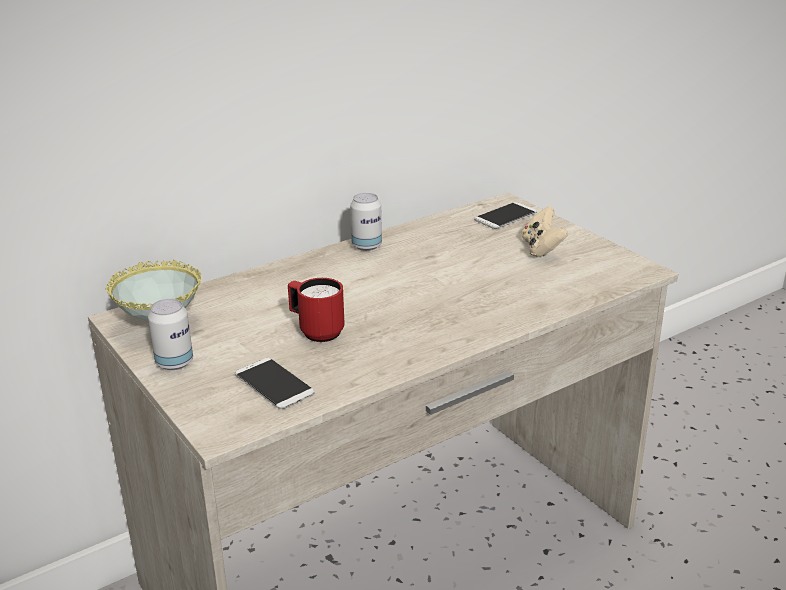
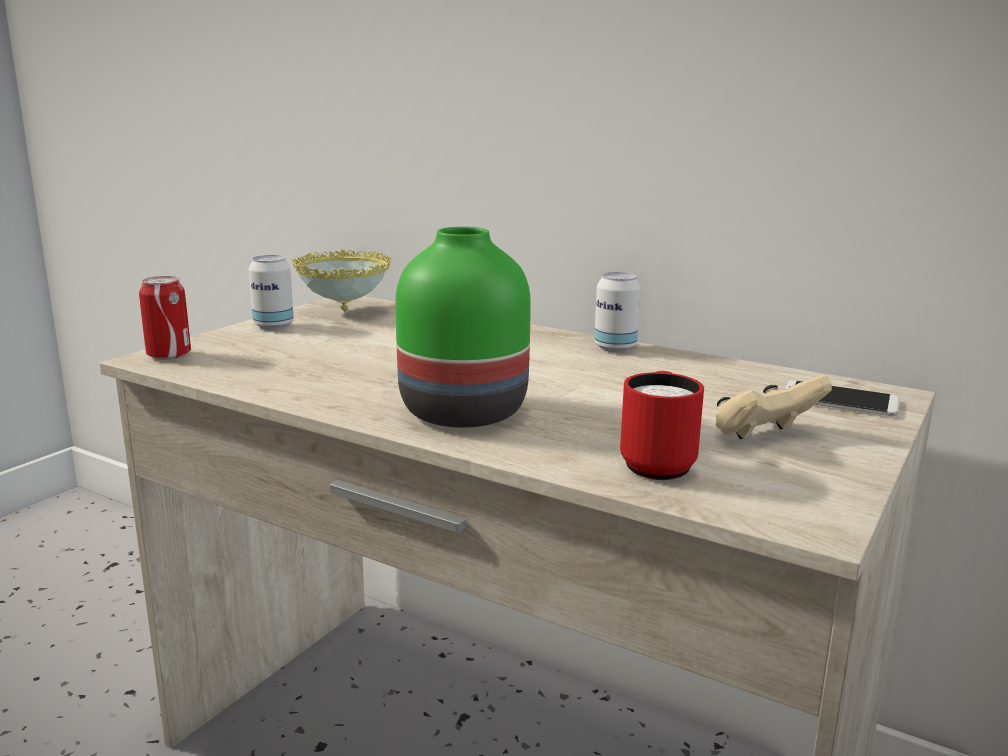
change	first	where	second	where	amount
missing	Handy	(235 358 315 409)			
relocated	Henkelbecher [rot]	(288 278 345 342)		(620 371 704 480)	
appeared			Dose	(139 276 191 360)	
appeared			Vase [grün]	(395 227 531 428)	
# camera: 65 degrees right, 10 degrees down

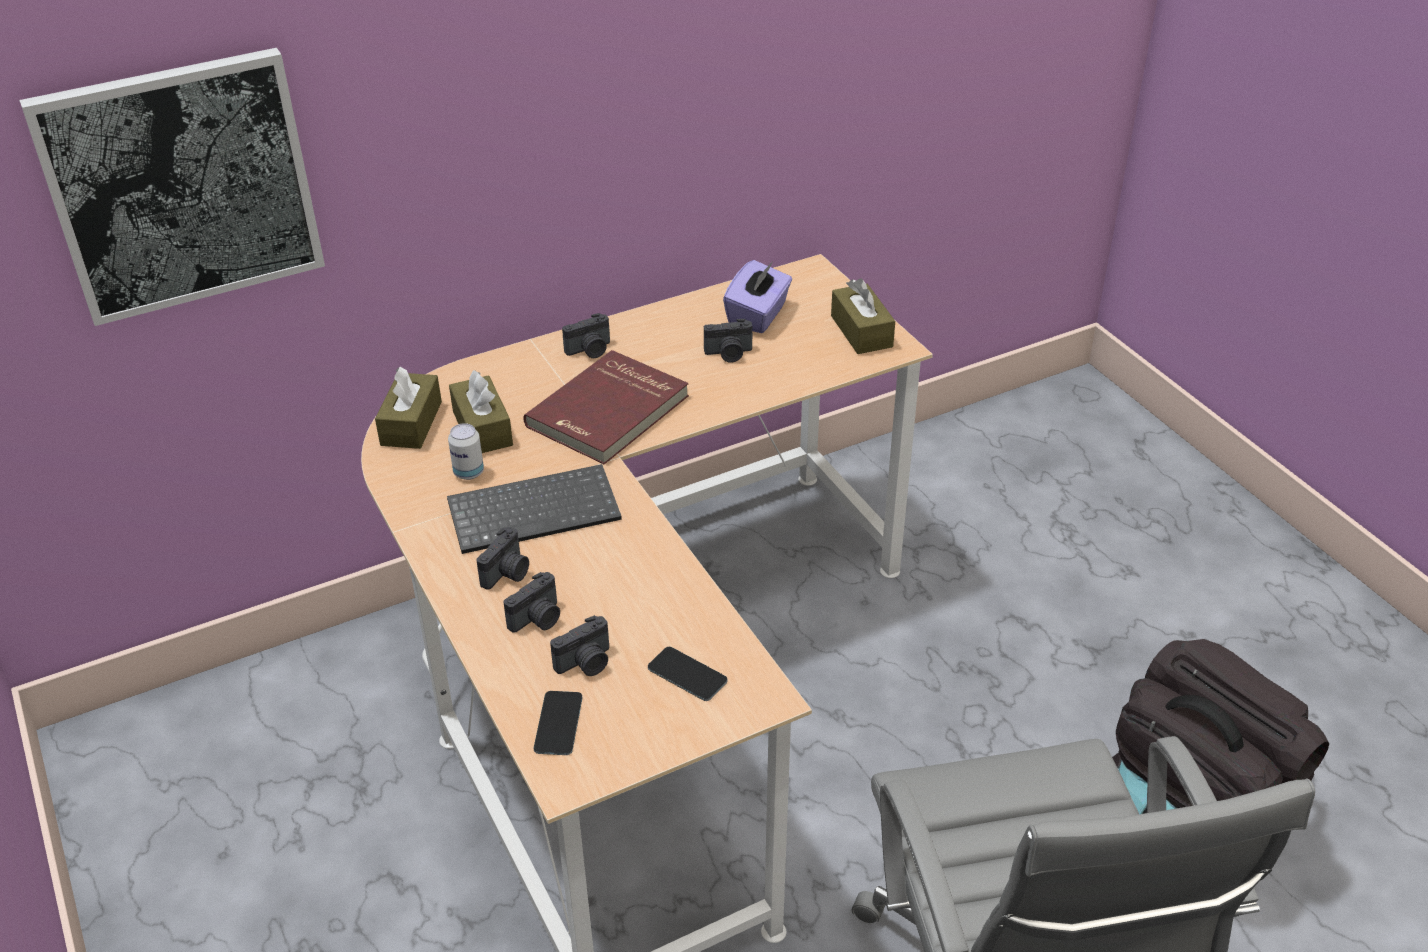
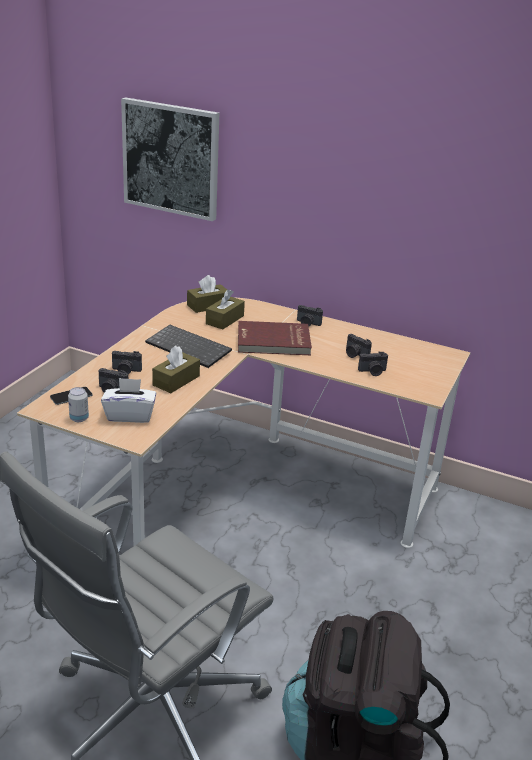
change	first	where	second	where	amount
relocated	Dose	(448 423 484 480)		(68 387 89 422)	
relocated	Kamera	(476 527 529 590)		(358 352 388 376)	
exchanged	Handy	(648 647 727 701)	Taschentuchbox [weiß]	(101 378 156 423)	
missing	Taschentuchbox [lila]	(723 260 792 333)			
relocated	Taschentuchbox [braun]	(831 278 895 354)		(152 346 200 393)	
# camera: 50 degrees right, 10 degrees down

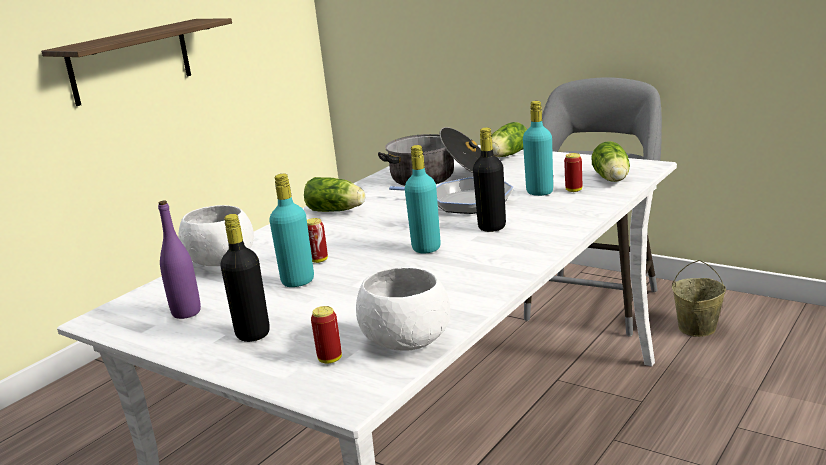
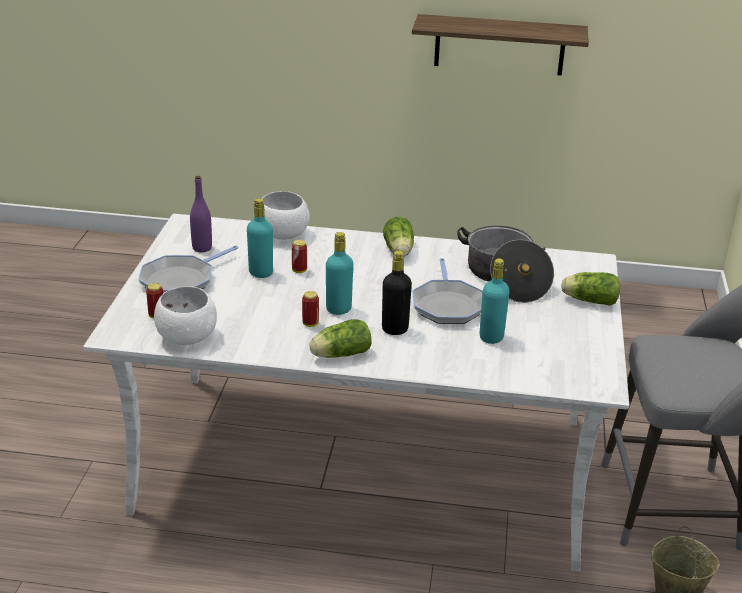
change	first	where	second	where	amount
exchanged	Flasche [schwarz]	(220 214 270 342)	Pfanne	(138 246 238 293)	
relocated	Dose	(564 153 582 192)		(302 291 319 327)	
relocated	Salatkopf	(592 141 630 182)		(309 319 372 358)	
# camera: 60 degrees right, 10 degrees up

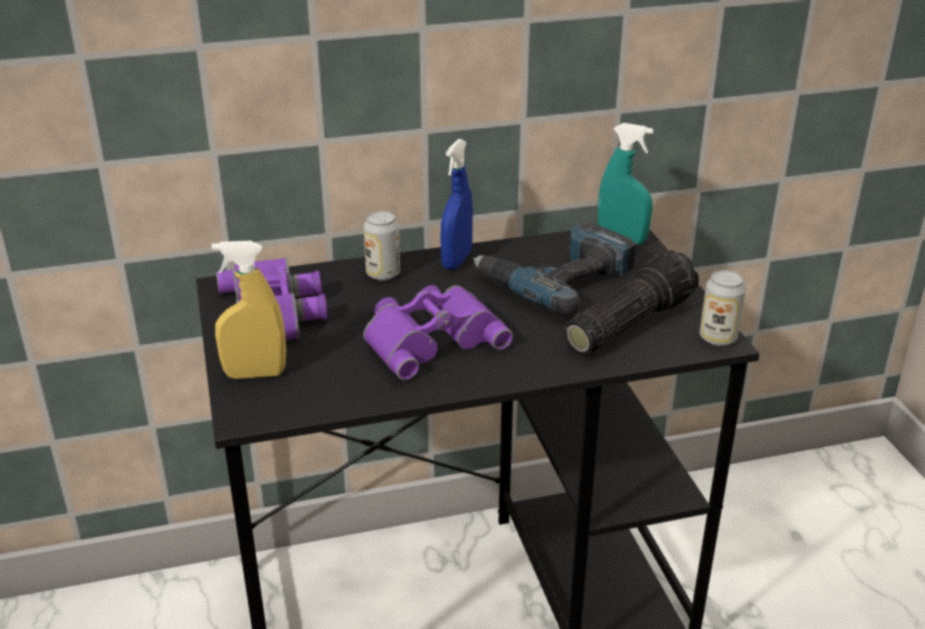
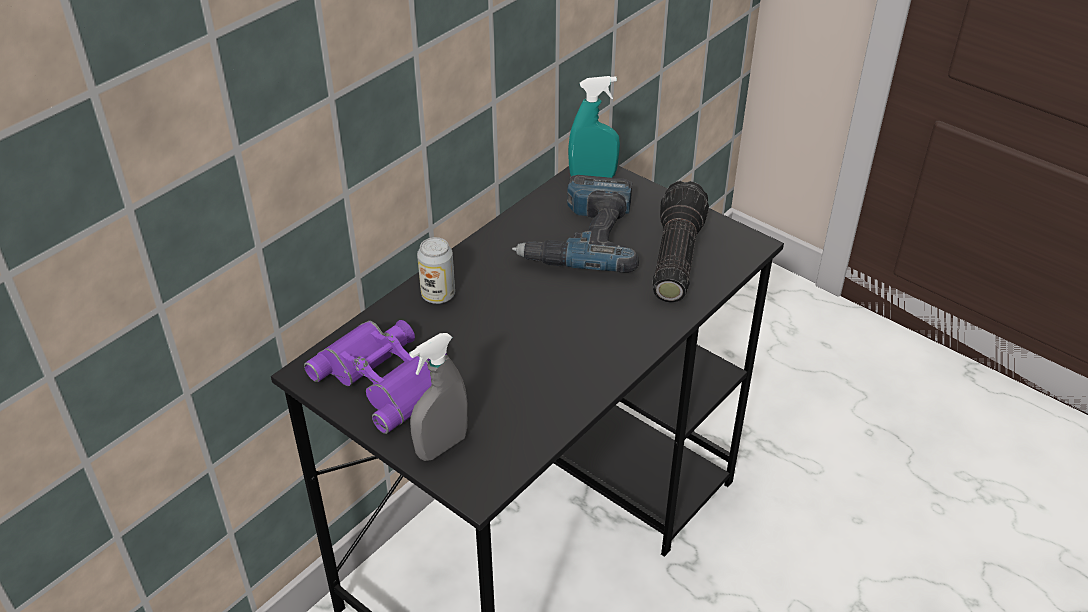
change	first	where	second	where	amount
colour	Sprühflasche [gelb]	(212 241 286 379)	Sprühflasche [grau]	(409 333 468 461)	
missing	Fernglas [lila]	(363 285 513 380)			
missing	Sprühflasche [blau]	(440 139 473 270)			
missing	Dose	(700 270 746 346)			
# camera: 35 degrees left, 10 degrees up

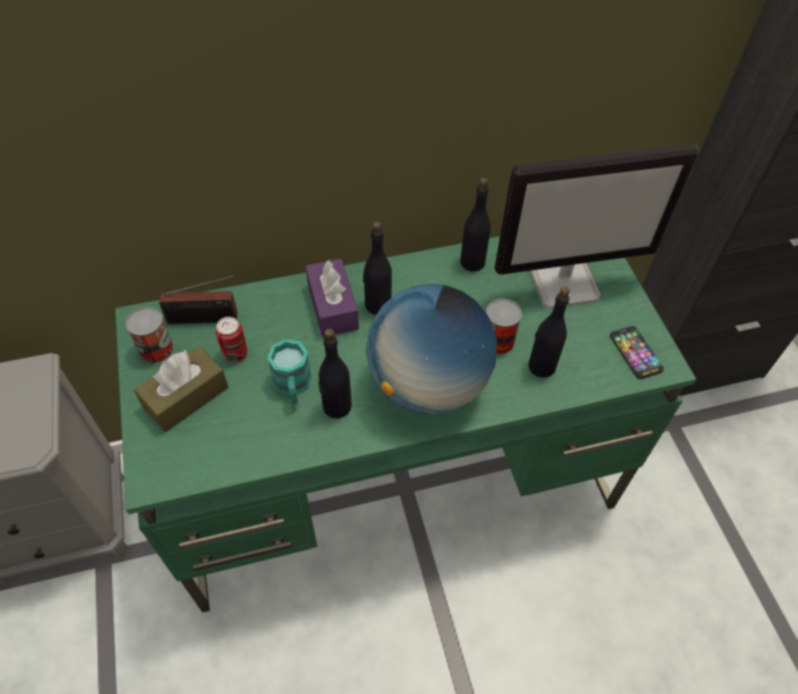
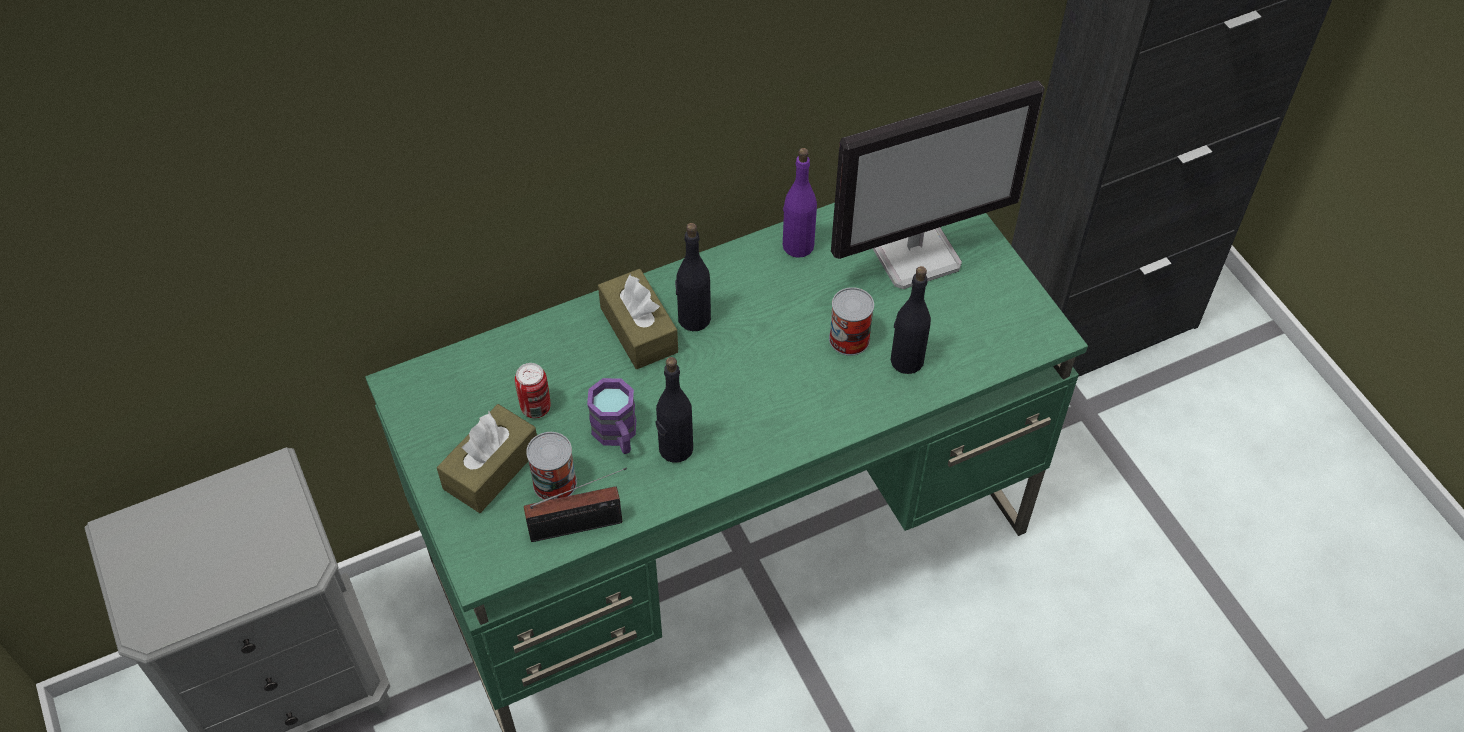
change	first	where	second	where	amount
relocated	Dose	(125 307 174 364)		(526 432 577 500)	
relocated	Radio	(159 275 238 324)		(524 468 627 542)	
colour	Henkelbecher [türkis]	(267 339 312 404)	Henkelbecher [lila]	(587 378 636 454)	
colour	Taschentuchbox [lila]	(305 259 359 337)	Taschentuchbox [braun]	(598 269 678 369)	
missing	Globus	(366 284 497 415)			
colour	Flasche [schwarz]	(460 178 491 272)	Flasche [lila]	(783 148 817 258)	
missing	Handy	(610 326 664 379)			
# camera: 10 degrees left, 0 degrees up

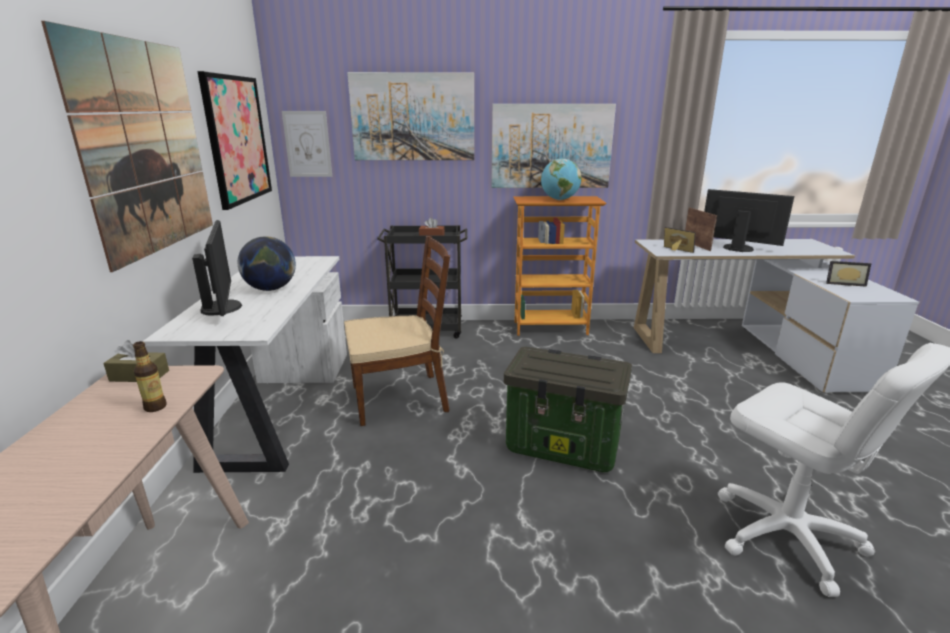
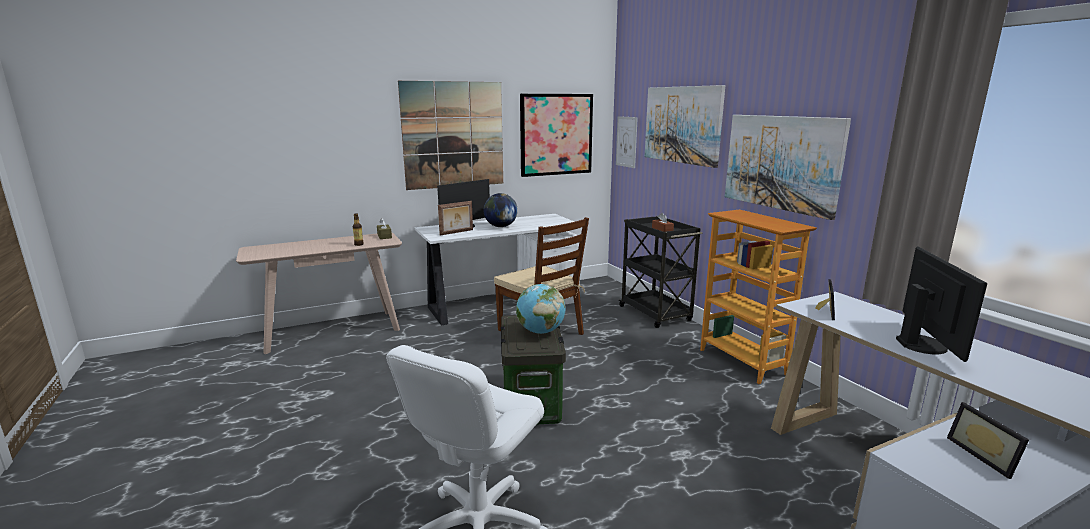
change	first	where	second	where	amount
relocated	Globus	(541 159 582 200)		(516 284 566 334)	
relocated	Bilderrahmen	(685 207 717 251)		(438 201 473 236)	
# camera: 65 degrees right, 5 degrees down

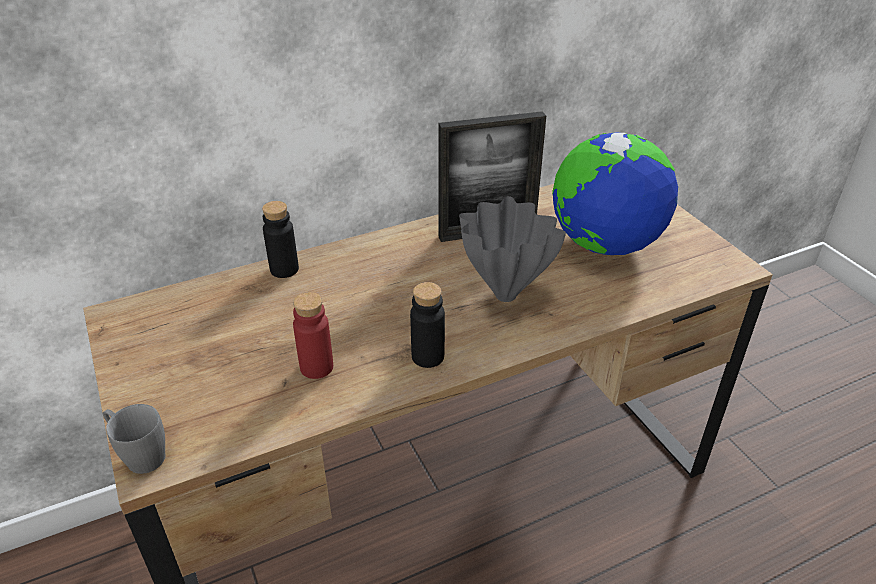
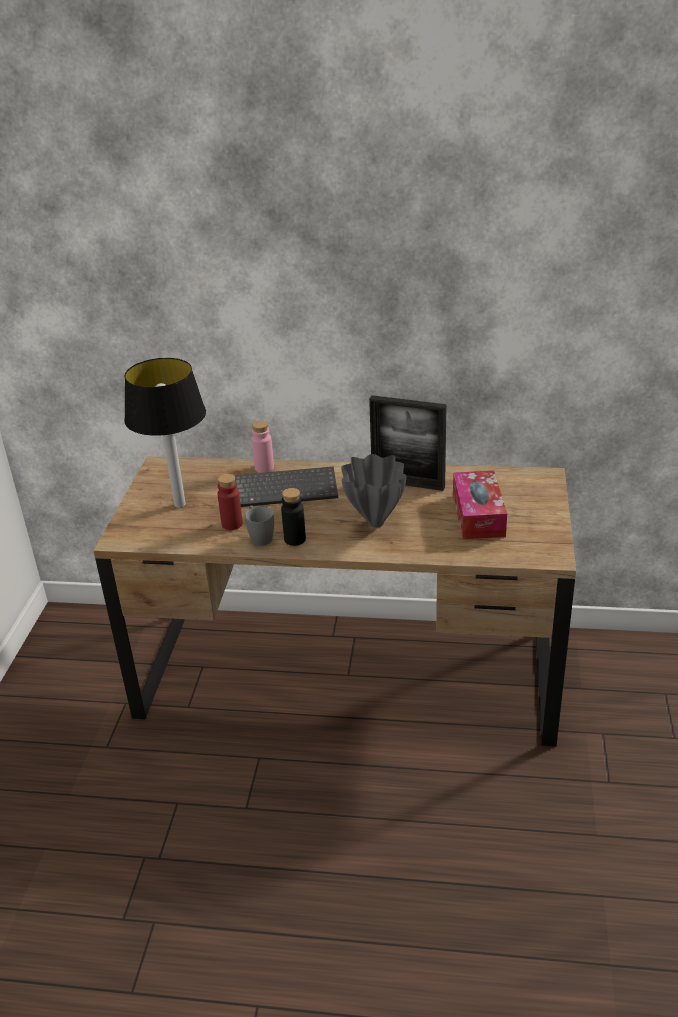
change	first	where	second	where	amount
relocated	Henkelbecher [grau]	(103 404 166 474)		(245 505 274 546)	
colour	Flasche [schwarz]	(262 201 299 278)	Flasche [rosa]	(252 421 274 473)	
exchanged	Globus	(552 132 678 255)	Taschentuchbox	(453 470 507 539)	
appeared			Tischlampe	(124 358 206 508)	
appeared			Tastatur	(235 466 338 507)	
# camera: 35 degrees right, 5 degrees down

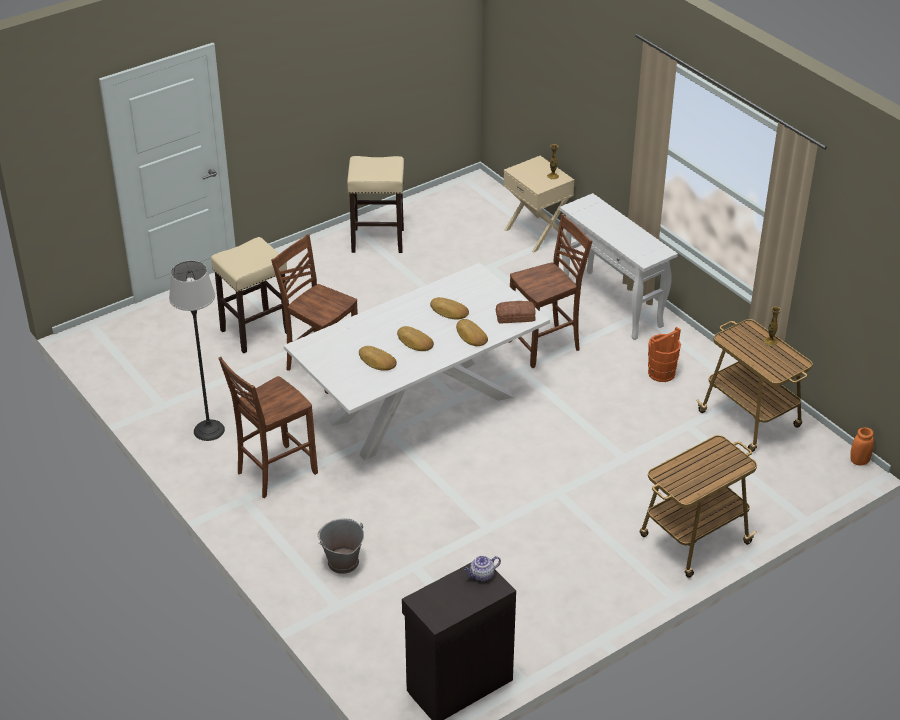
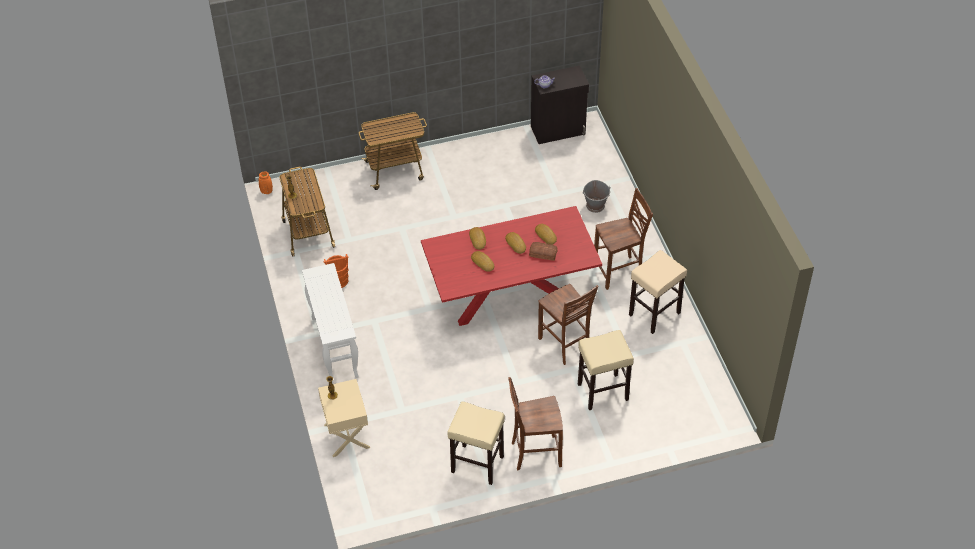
change	first	where	second	where	amount
exchanged	Stehlampe	(169 261 225 441)	Hocker [beige]	(629 250 687 334)	
colour	Esstisch [weiß]	(284 263 550 461)	Esstisch [rot]	(421 206 602 326)	
relocated	Brot	(496 301 536 324)		(529 242 558 261)	
relocated	Stuhl [braun]	(508 214 592 368)		(508 377 563 470)	
# camera: 160 degrees left, 10 degrees up

